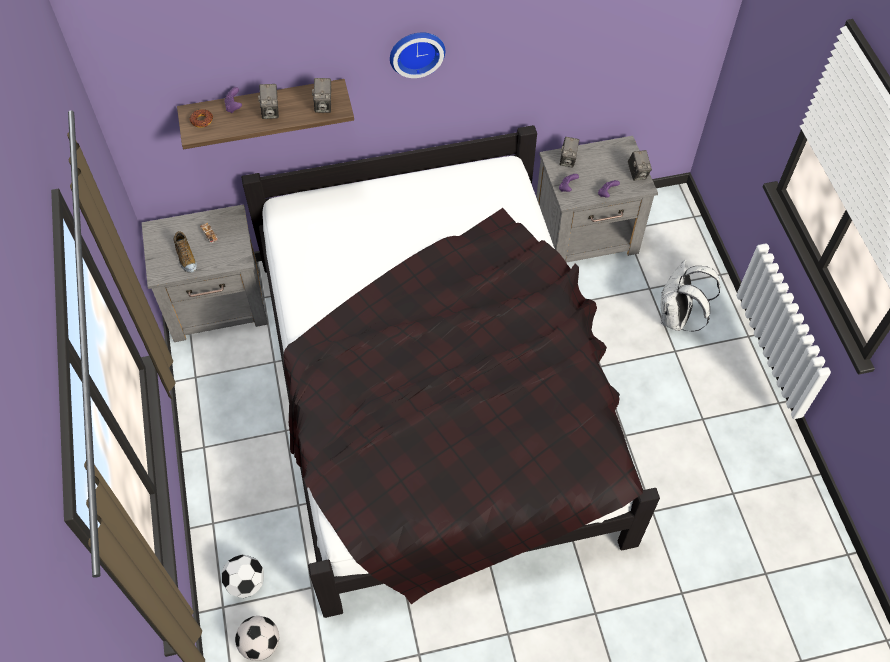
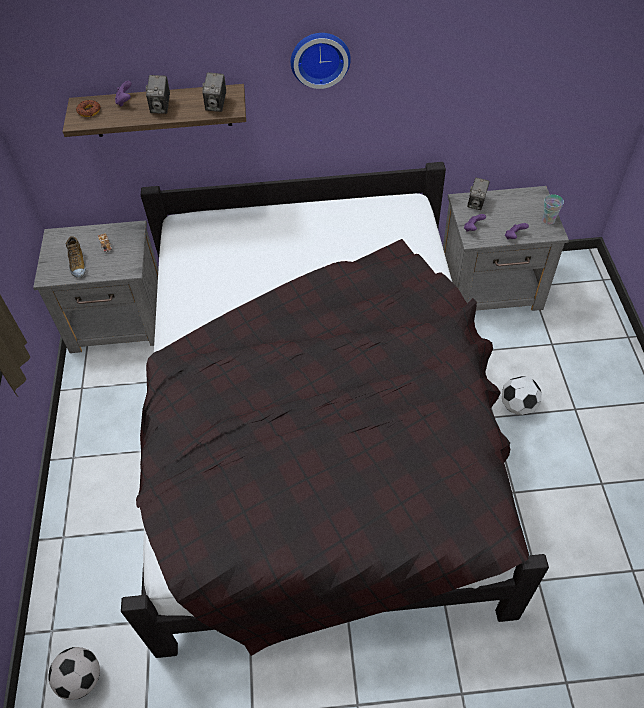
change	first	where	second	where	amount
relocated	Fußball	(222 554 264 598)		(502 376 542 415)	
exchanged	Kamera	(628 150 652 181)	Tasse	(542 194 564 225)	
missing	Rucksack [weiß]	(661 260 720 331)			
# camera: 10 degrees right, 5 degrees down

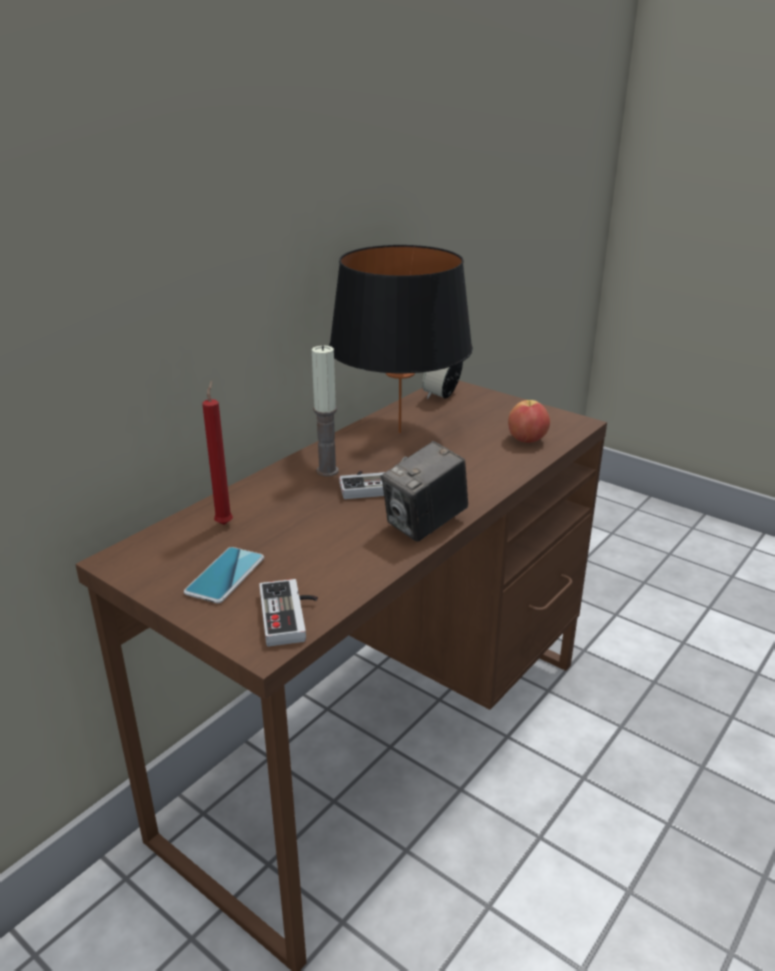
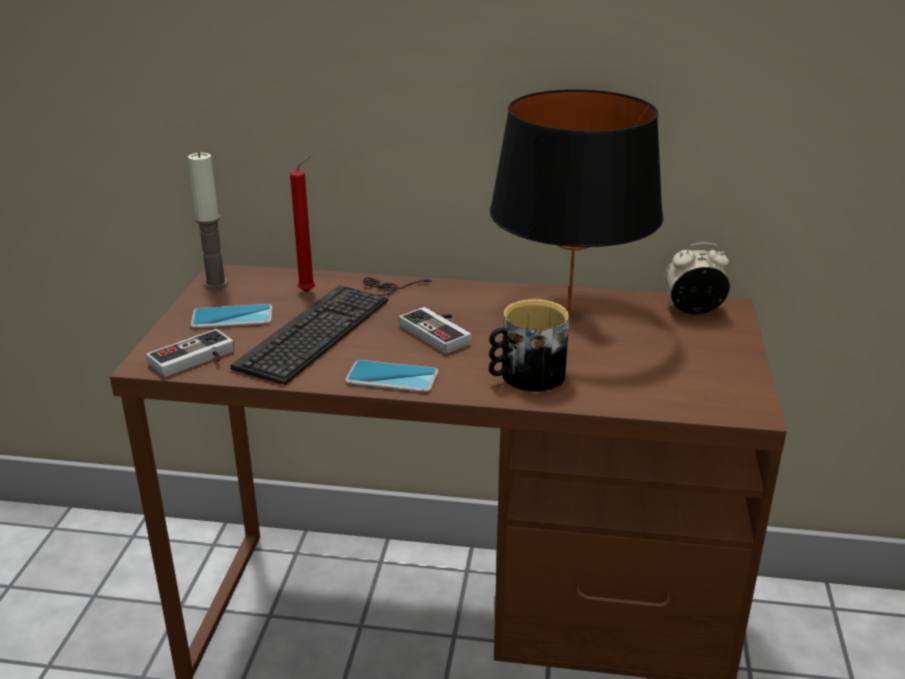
change	first	where	second	where	amount
relocated	Kerze	(312 345 339 476)		(188 152 228 289)	
exchanged	Kamera	(382 441 468 542)	Handy	(345 360 438 392)	
missing	Apfel	(508 400 550 443)			
appeared			Tastatur	(231 278 431 385)	
appeared			Henkelbecher	(489 299 569 392)	
# camera: 60 degrees right, 0 degrees up

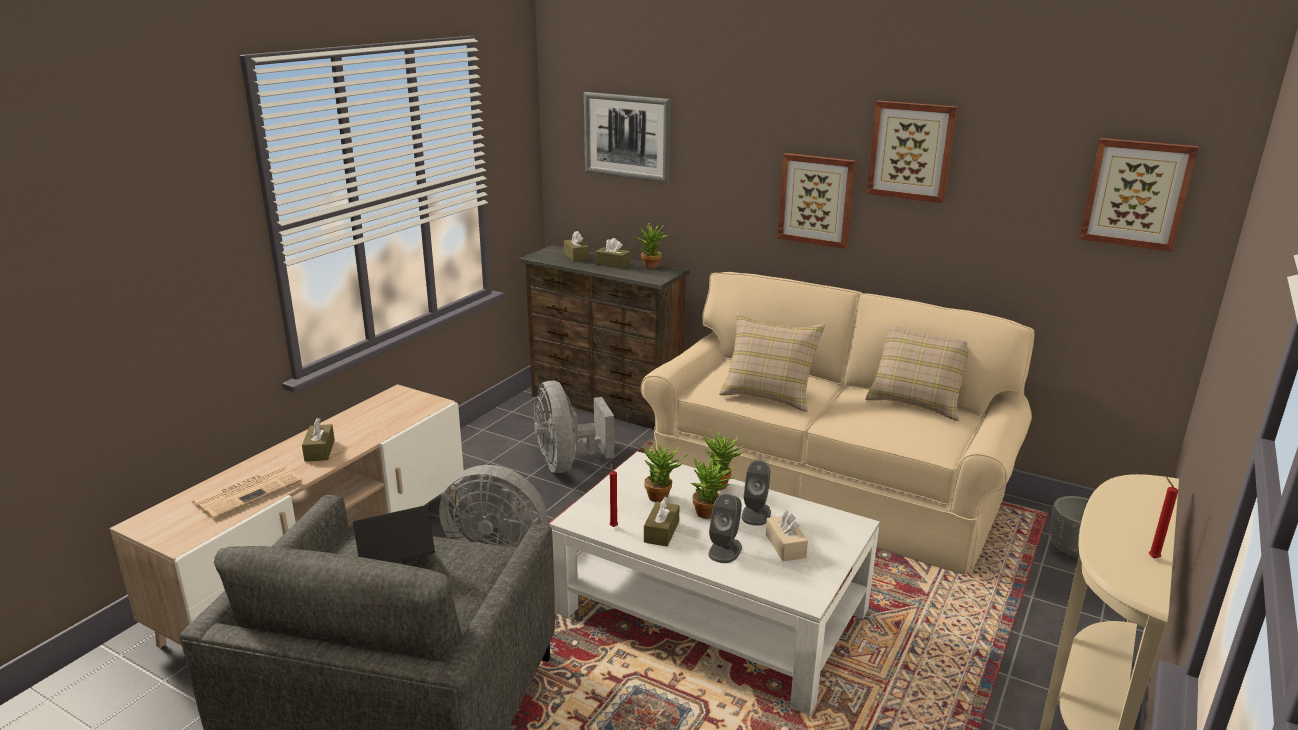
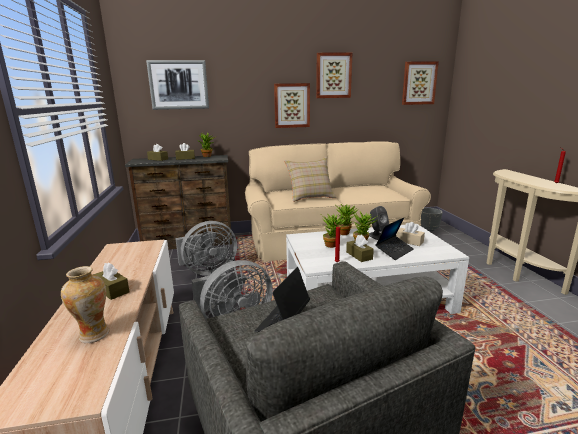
change	first	where	second	where	amount
exchanged	Zeitung	(191 465 302 519)	Vase	(61 266 109 343)	
spun	Ventilator [grau]	(534 381 614 473)		(175 221 237 276)	60 degrees counterclockwise
exchanged	Lautsprecher [grau]	(708 494 742 563)	Laptop	(376 218 414 260)	
missing	Kissen [beige]	(865 325 968 421)			
# camera: 40 degrees left, 5 degrees down

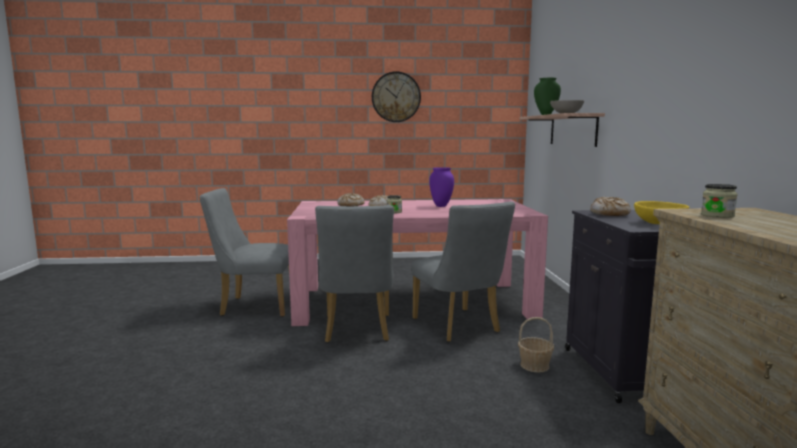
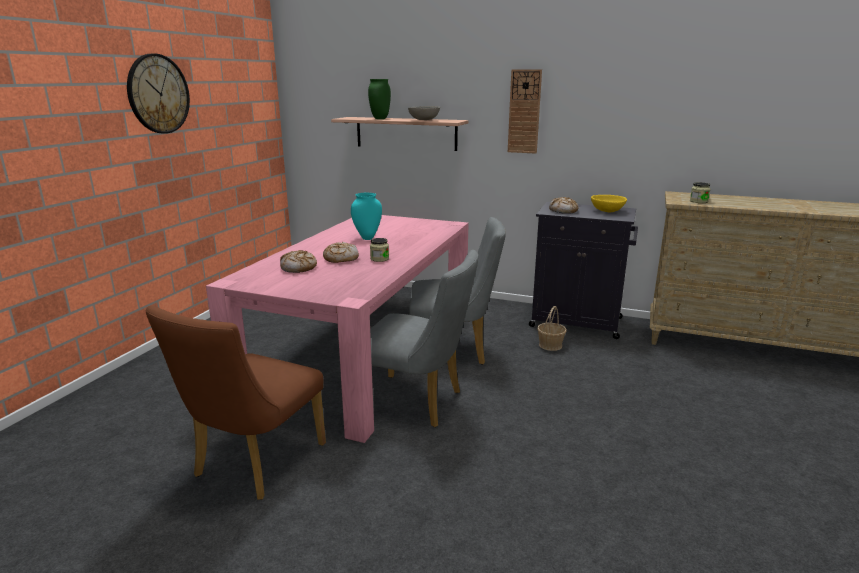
change	first	where	second	where	amount
colour	Stuhl [grau]	(200 188 289 317)	Stuhl [braun]	(146 306 326 500)	
colour	Vase [lila]	(429 167 454 207)	Vase [türkis]	(351 193 382 240)	
appeared			Wanduhr	(508 69 542 153)	
# camera: 65 degrees left, 10 degrees up

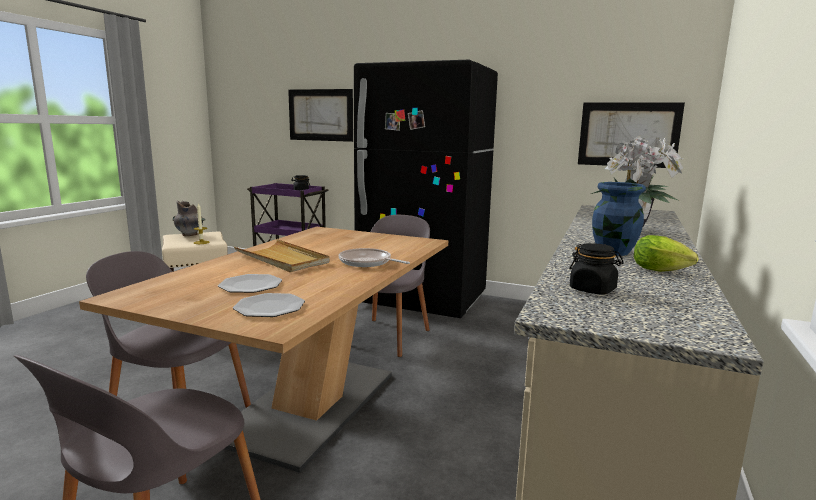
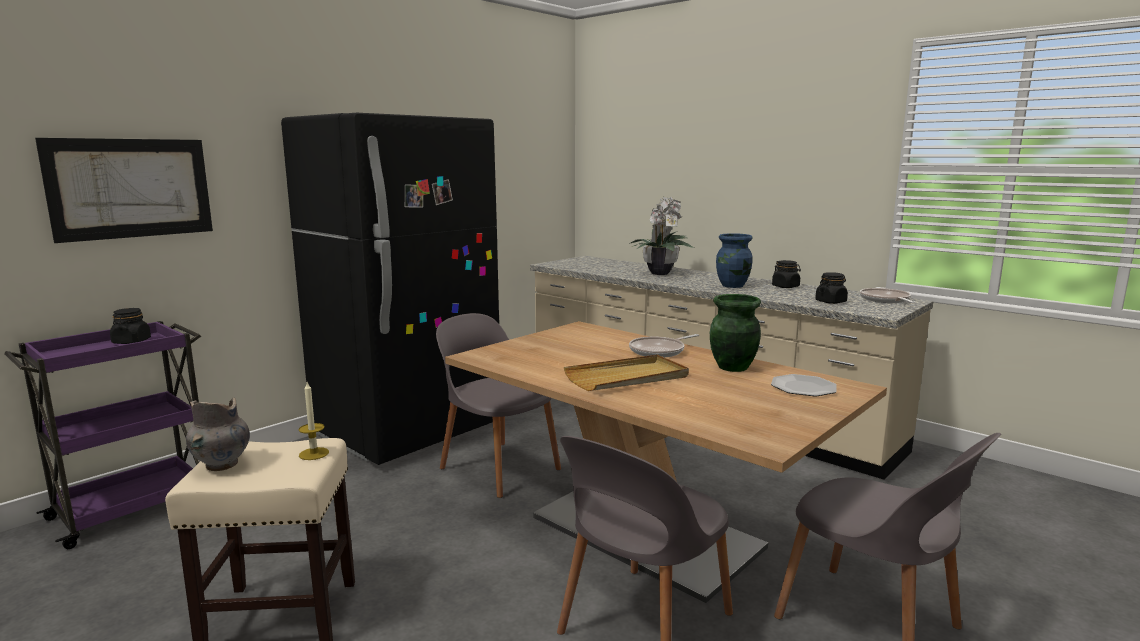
change	first	where	second	where	amount
missing	Teller	(218 274 282 293)			
missing	Bild	(578 103 685 168)			
exchanged	Salatkopf	(634 235 699 272)	Vorratsglas [schwarz]	(772 260 801 288)	
appeared			Vase [grün]	(710 294 761 372)	
appeared			Pfanne	(860 288 916 303)	
# camera: 70 degrees left, 0 degrees up

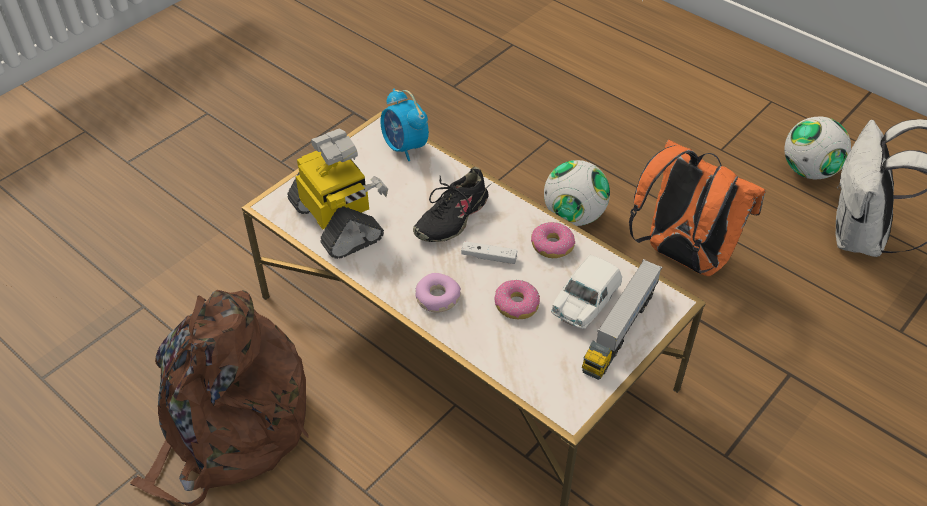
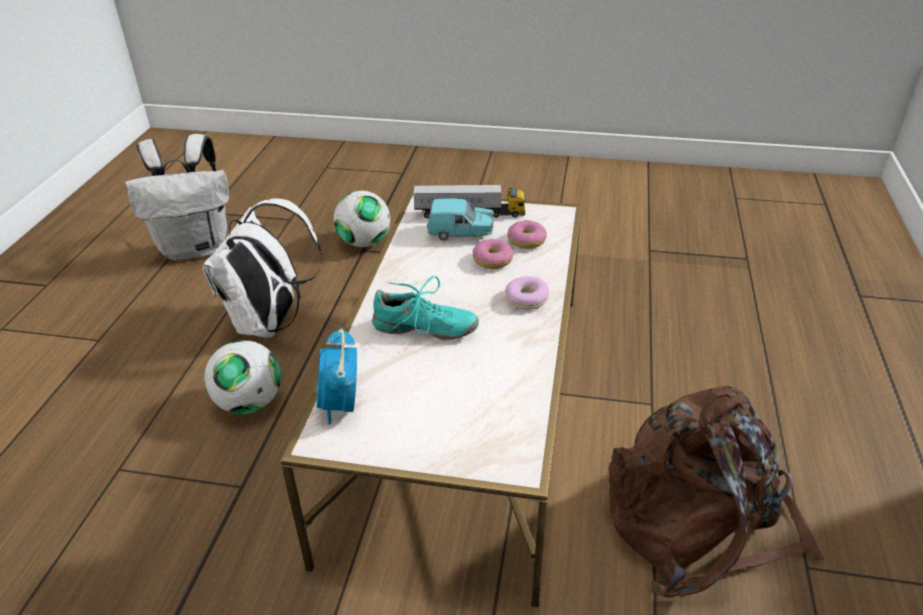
change	first	where	second	where	amount
missing	Spielzeugroboter	(288 128 388 259)			
spun	Wecker	(380 89 429 161)		(317 328 357 425)	150 degrees clockwise
colour	Schuh [schwarz]	(413 167 488 242)	Schuh [türkis]	(372 276 479 340)	
missing	Gamepad [weiß]	(461 241 517 264)			
relocated	Donut	(531 222 575 258)		(508 220 547 249)	
colour	Spielzeugauto [weiß]	(551 255 622 329)	Spielzeugauto [türkis]	(427 199 494 241)	
colour	Rucksack [orange]	(629 140 766 276)	Rucksack [weiß]	(203 199 323 338)	
relocated	Fußball	(784 116 851 179)		(334 191 390 247)	
# camera: 120 degrees left, 10 degrees down

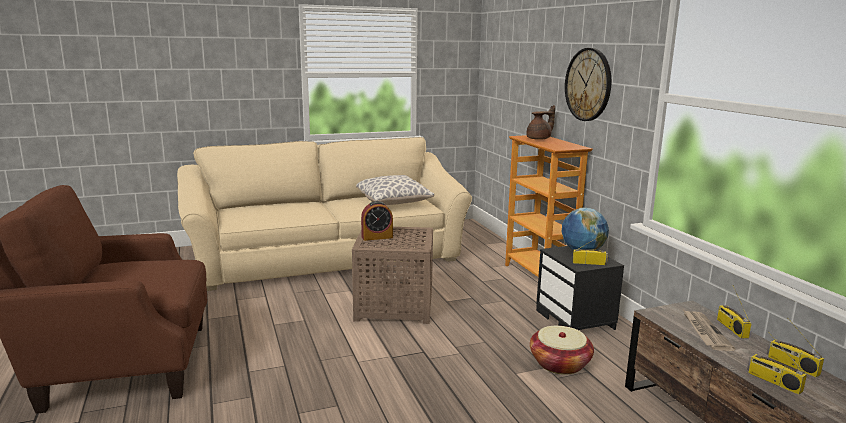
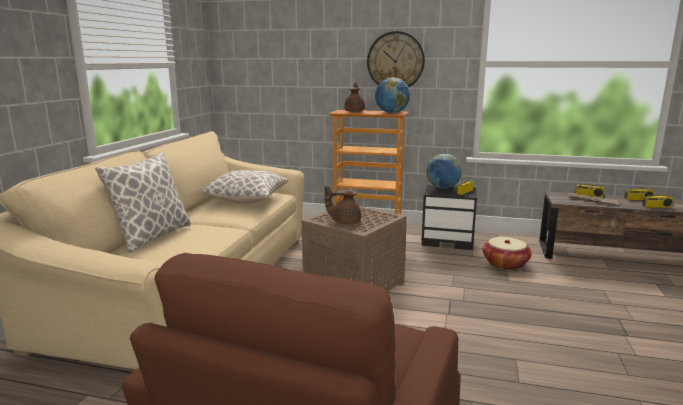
change	first	where	second	where	amount
exchanged	Wecker	(361 201 393 241)	Teekanne [braun]	(325 185 361 224)	
appeared			Kissen	(95 152 191 253)	
appeared			Globus	(375 77 410 113)	
# camera: 55 degrees left, 0 degrees up

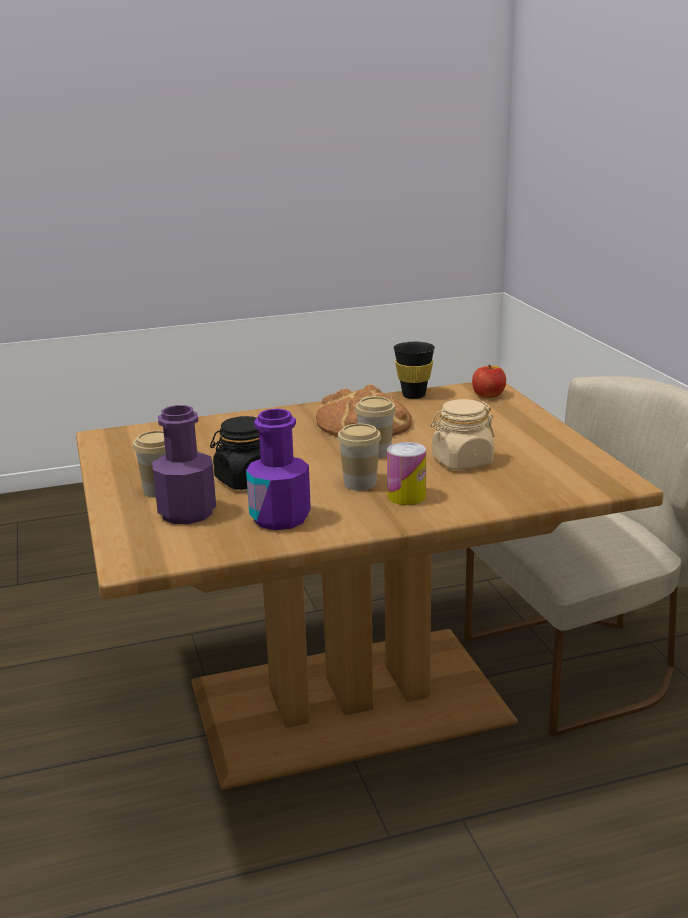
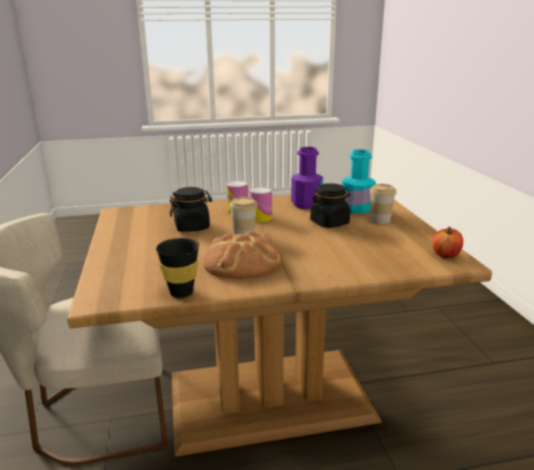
change	first	where	second	where	amount
colour	Flasche [lila]	(152 405 216 524)	Flasche [türkis]	(342 149 376 214)	
exchanged	Tasse	(337 424 381 490)	Dose	(250 187 272 222)	
colour	Vorratsglas [beige]	(430 399 495 470)	Vorratsglas [schwarz]	(170 187 213 232)	
relocated	Apfel	(472 365 506 398)		(432 227 463 258)	
# camera: 175 degrees left, 0 degrees up

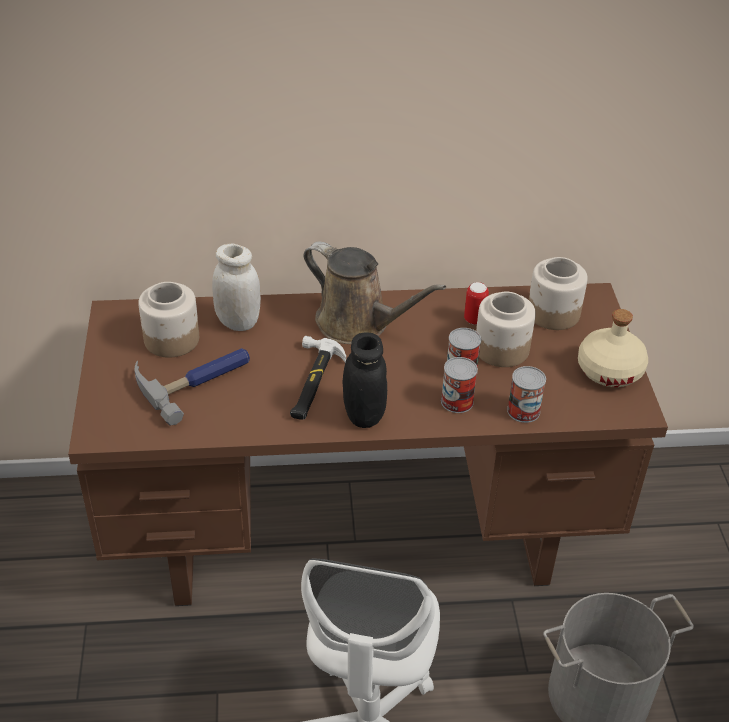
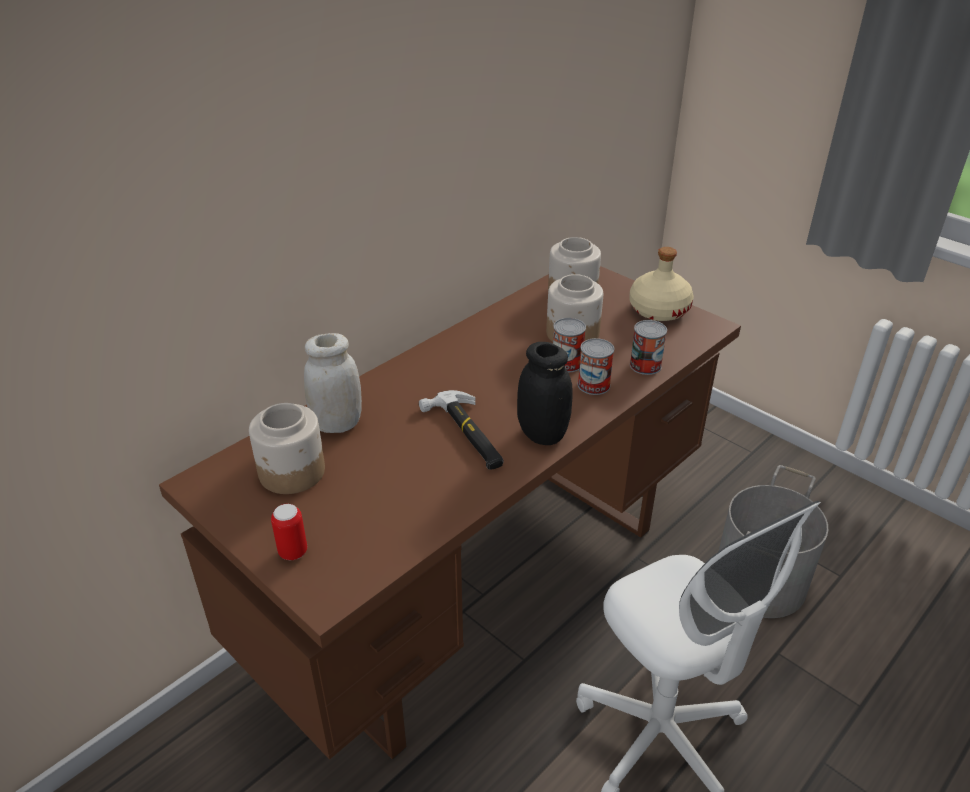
change	first	where	second	where	amount
missing	Hammer	(134 348 250 426)			
missing	Gießkanne [braun]	(304 241 446 344)			
relocated	Dose	(464 282 489 325)		(271 504 307 560)	
# camera: 40 degrees left, 5 degrees down

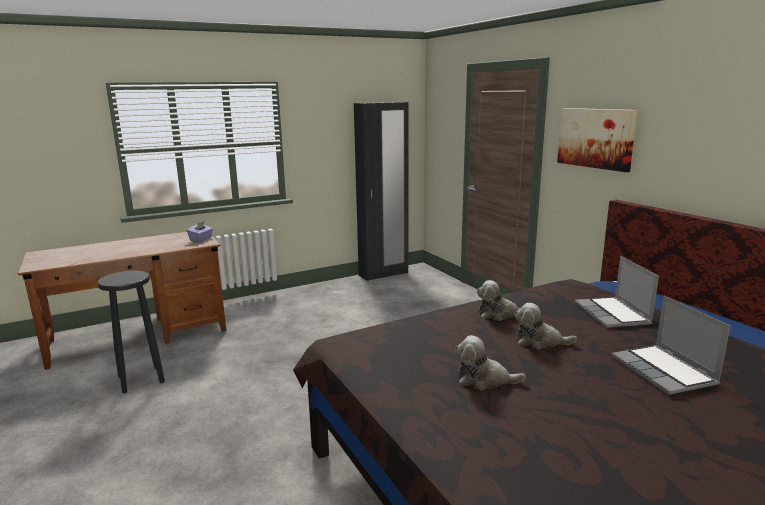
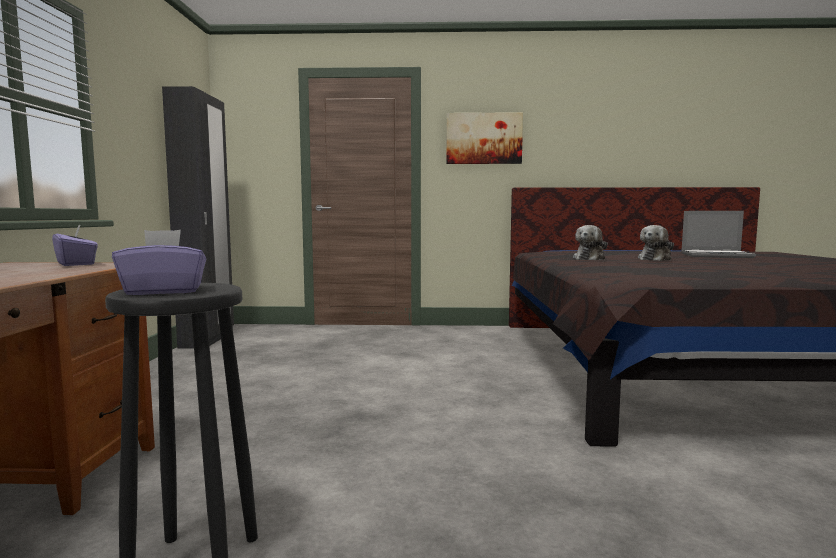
change	first	where	second	where	amount
missing	Plüschtier	(455 335 526 390)			
missing	Laptop	(575 256 659 328)			
appeared			Taschentuchbox [lila]	(112 230 207 295)	
# camera: 60 degrees left, 10 degrees down

